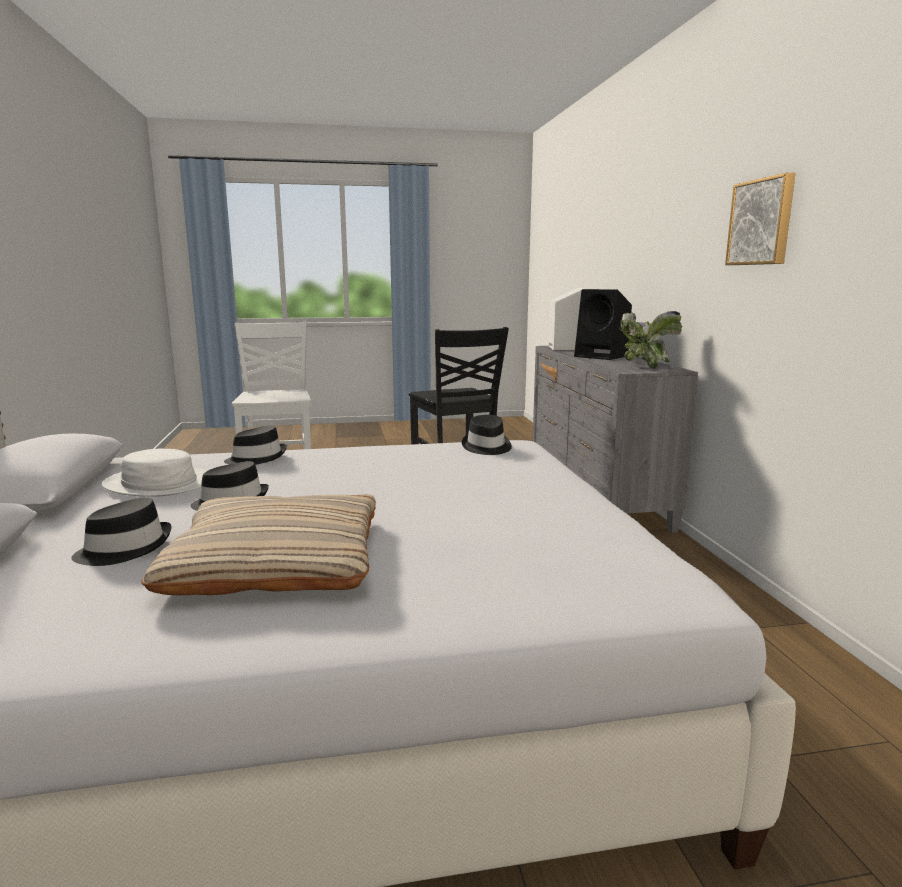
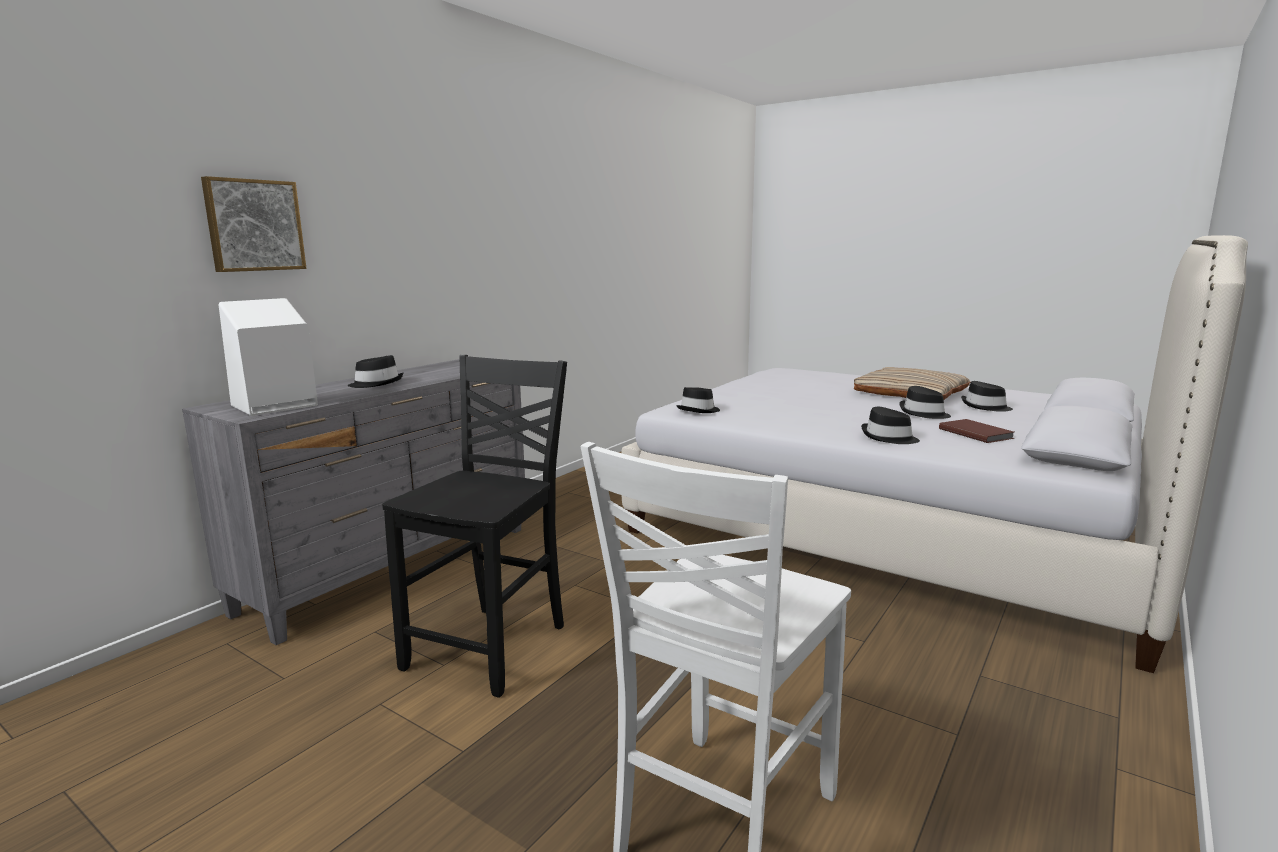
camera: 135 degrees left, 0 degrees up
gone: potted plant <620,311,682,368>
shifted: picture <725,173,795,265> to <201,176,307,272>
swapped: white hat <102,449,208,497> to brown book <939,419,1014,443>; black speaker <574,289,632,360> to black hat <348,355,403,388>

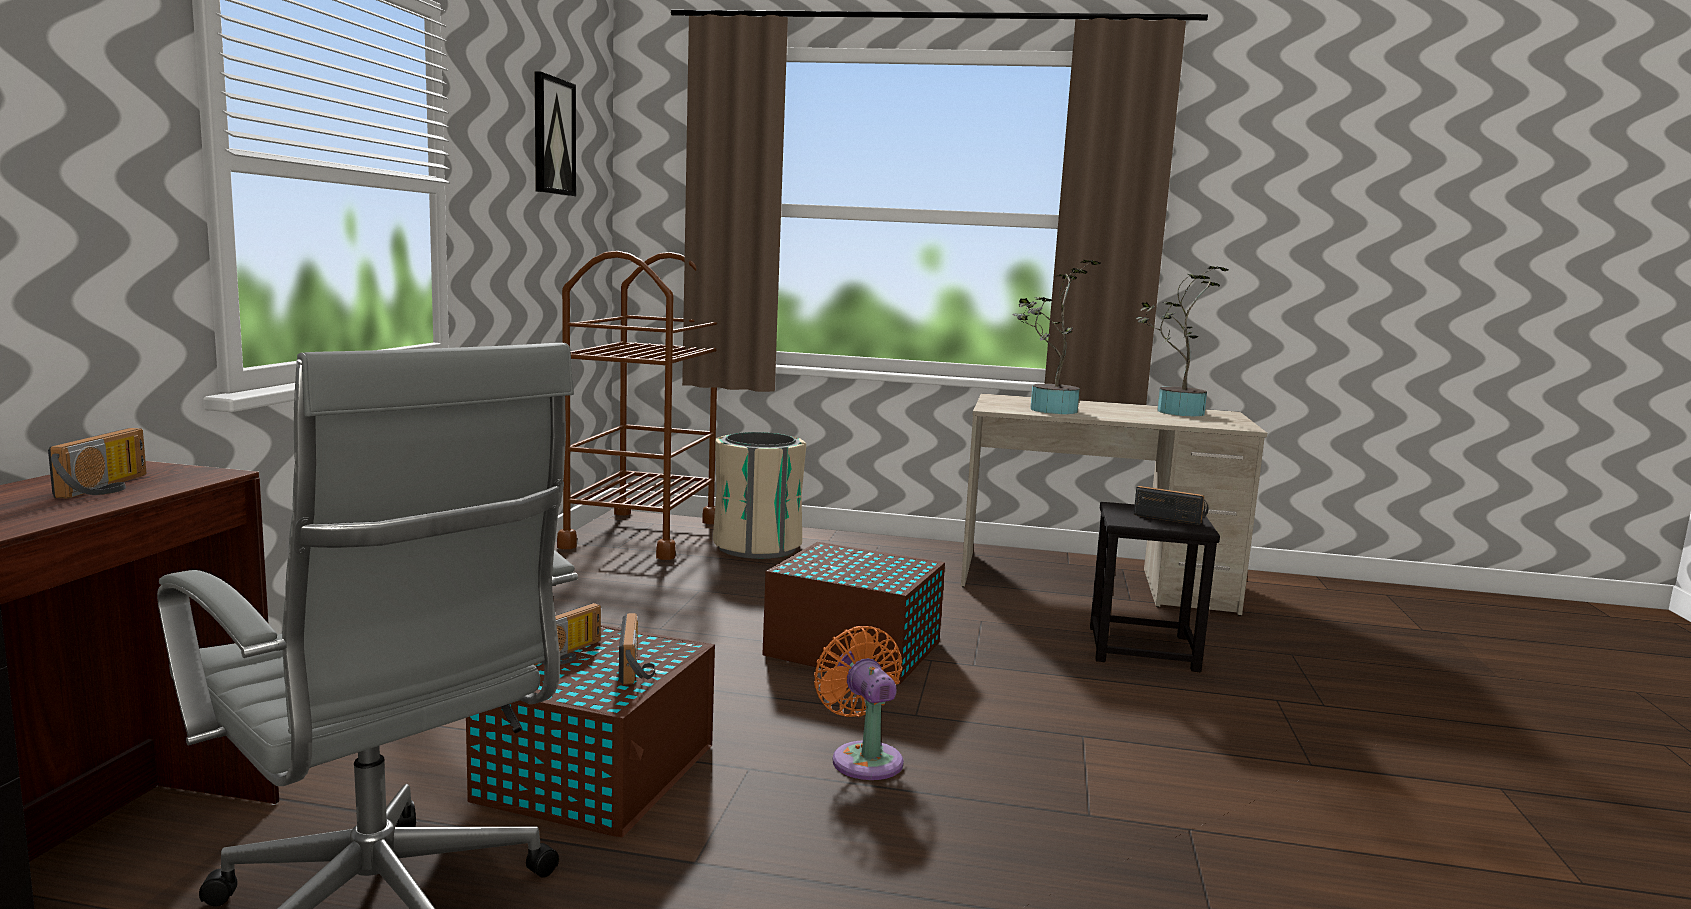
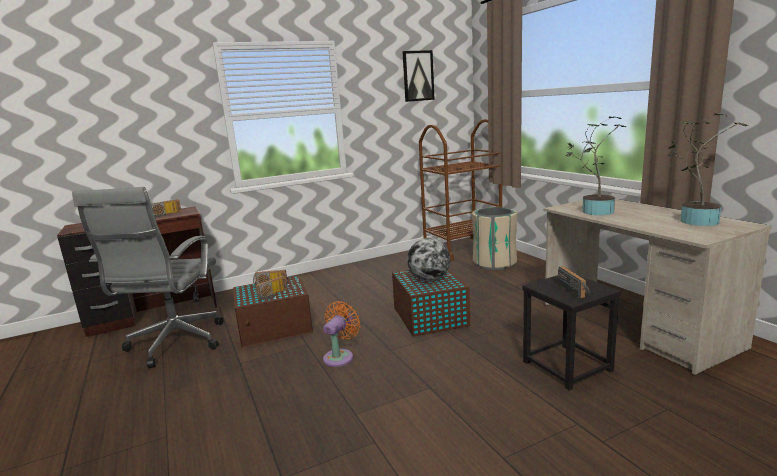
camera: 55 degrees right, 5 degrees up
new: globe <407,238,450,281>

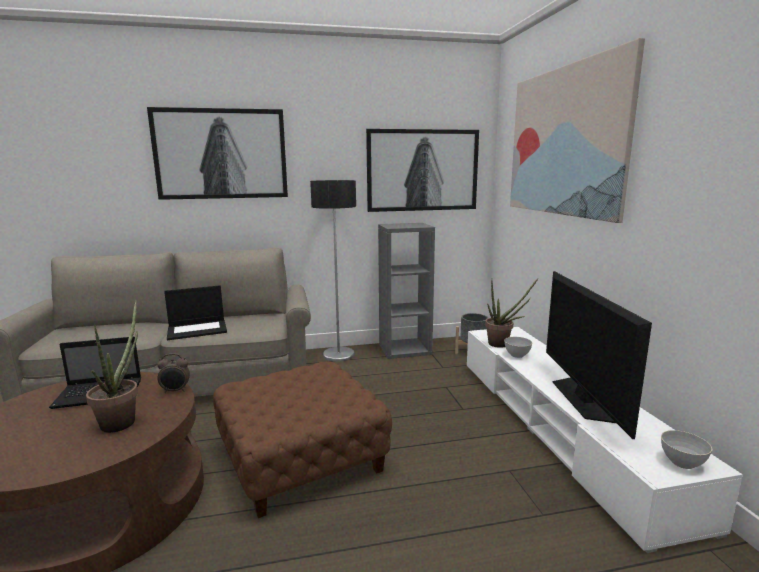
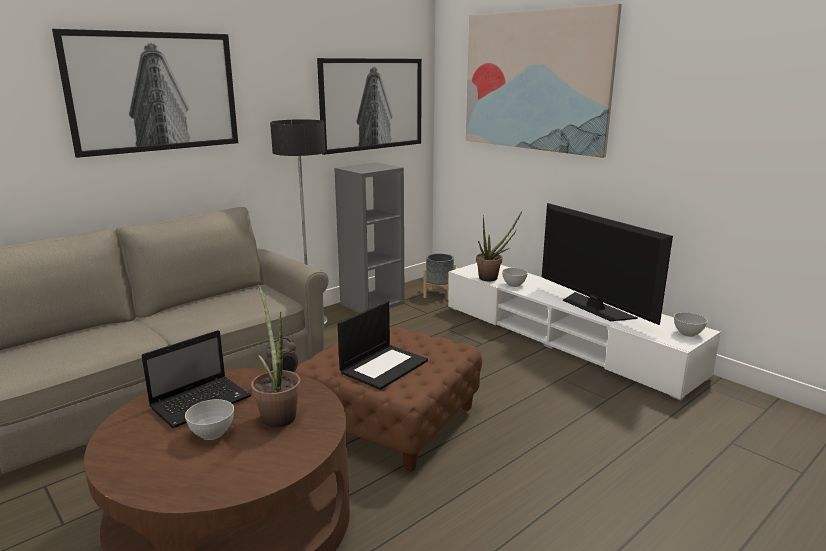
camera: 30 degrees left, 5 degrees up
new: grey bowl <185,399,234,440>
shifted: laptop <164,285,227,340> to <338,301,428,390>

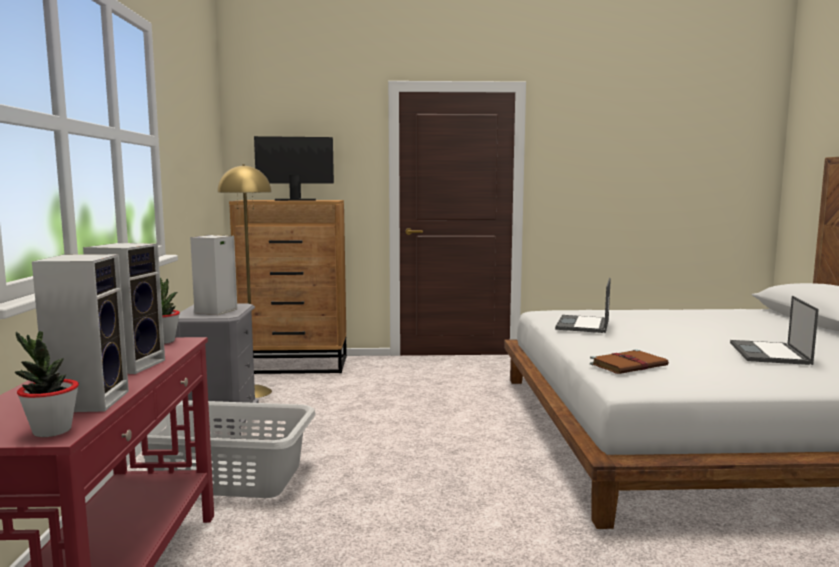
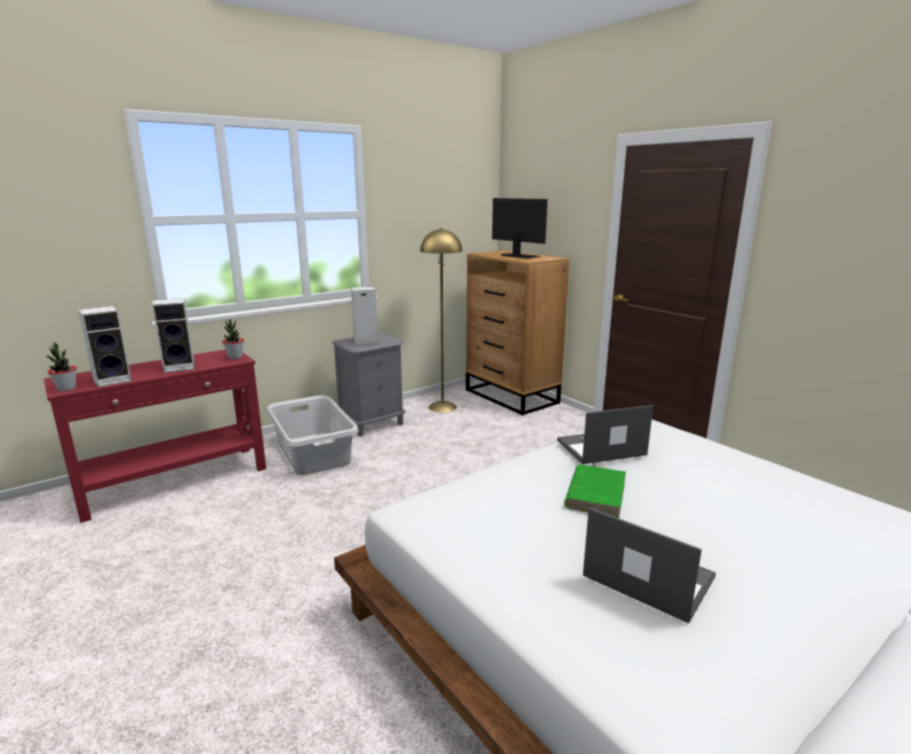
camera: 55 degrees right, 10 degrees up
gone: brown book <590,349,669,374>
new: green book <564,465,626,518>
rotated: laptop <730,296,819,365> = <583,508,716,623> 60 degrees clockwise

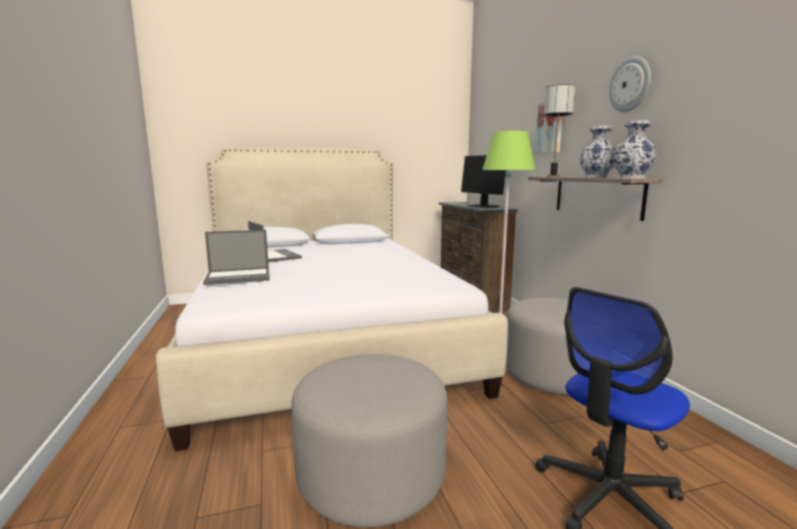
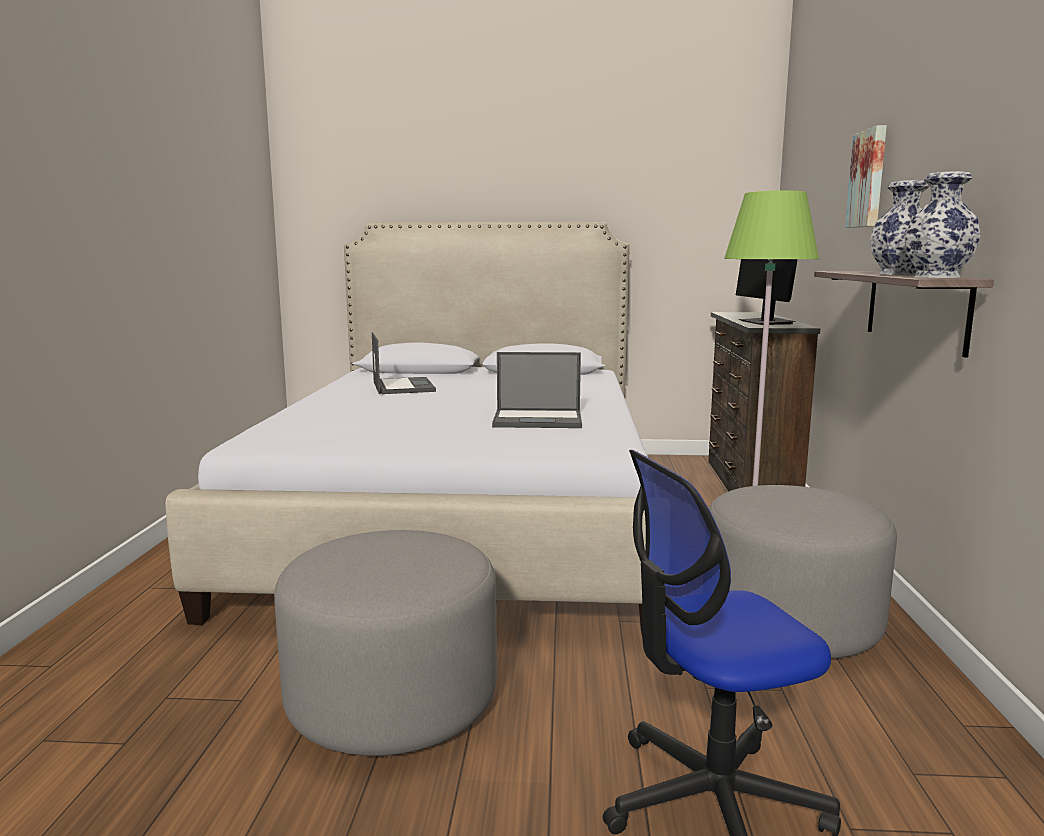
camera: 20 degrees right, 0 degrees up
gone: table lamp <544,84,575,177>; wall clock <609,56,651,112>
shifted: laptop <203,230,270,285> to <492,352,582,428>

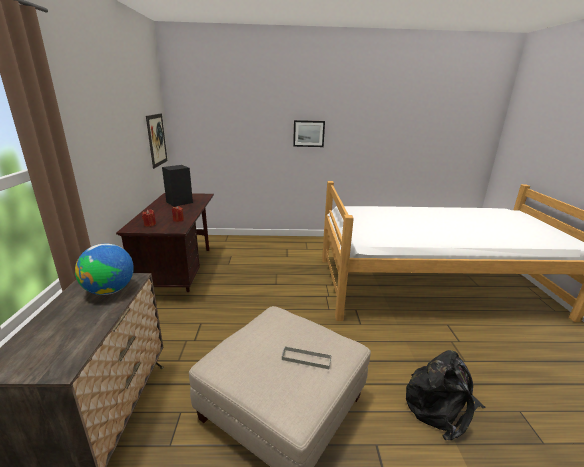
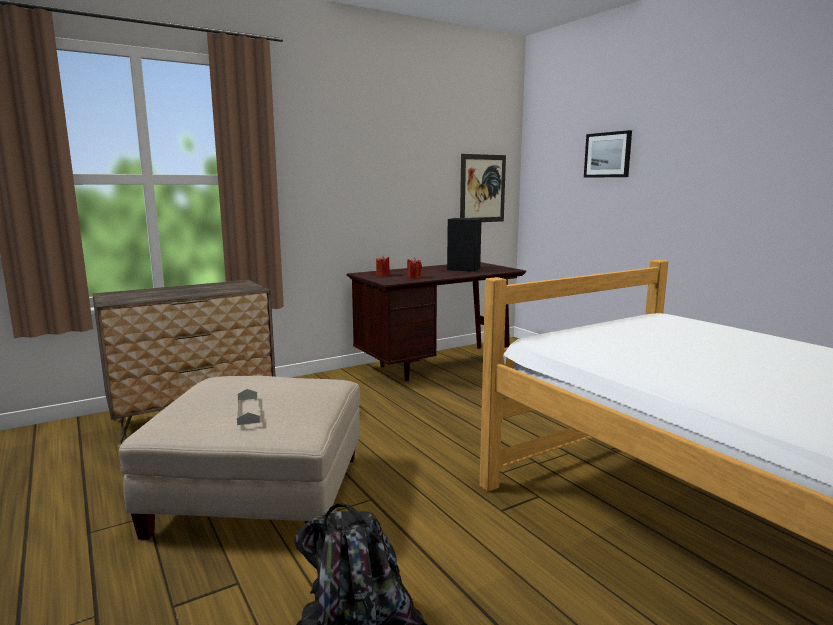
camera: 60 degrees right, 10 degrees down
gone: globe <75,244,134,295>
shifted: picture <293,120,325,147> to <584,130,632,178>

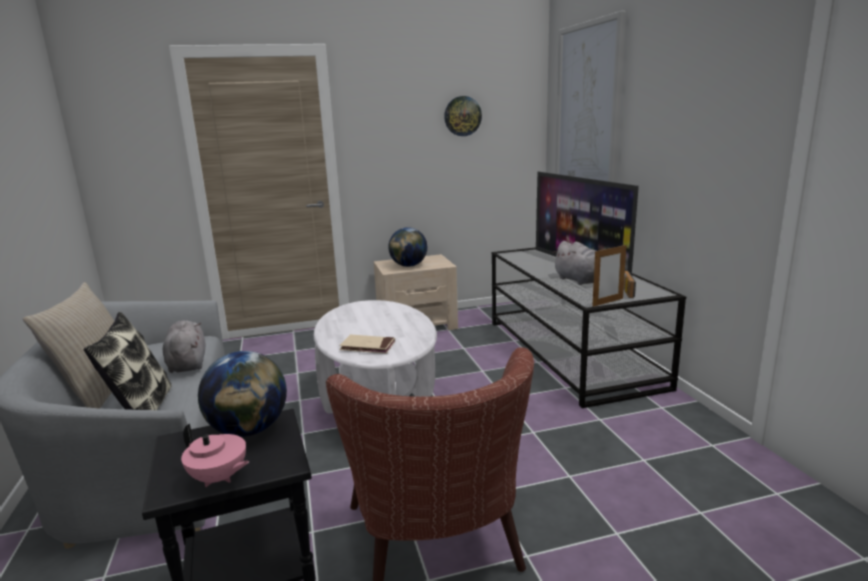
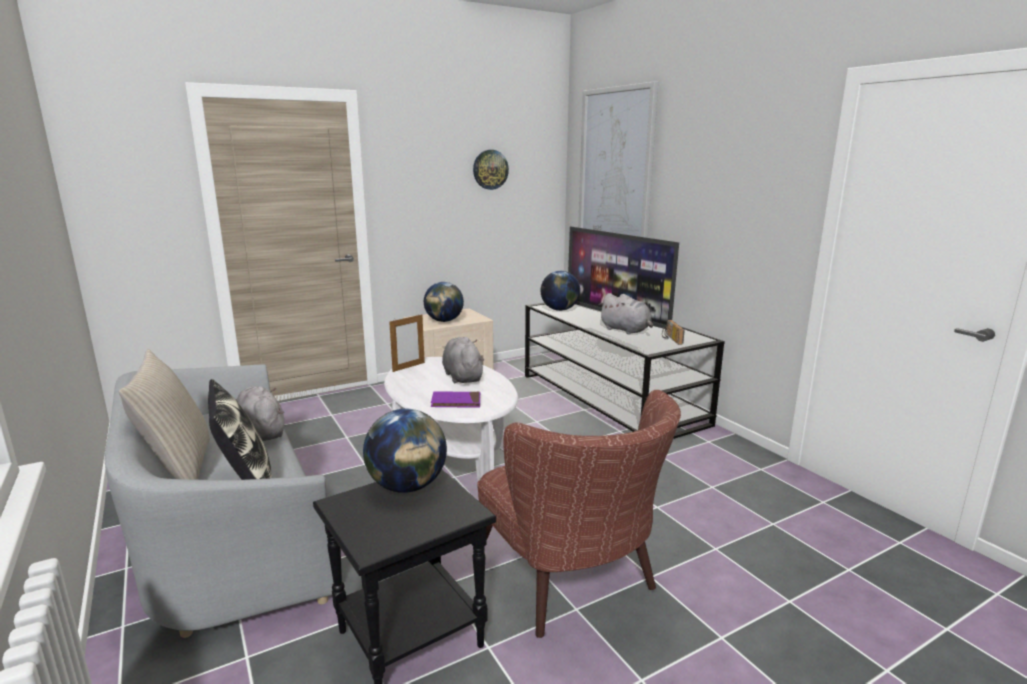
camera: 15 degrees left, 0 degrees up
gone: pink teapot <181,424,249,487>
new: grey plush toy <442,337,484,383>; globe <541,271,580,311>
shifted: picture frame <592,245,626,307> to <389,314,425,372>
repainted: beige book <339,334,395,354> to purple book <431,391,480,408>

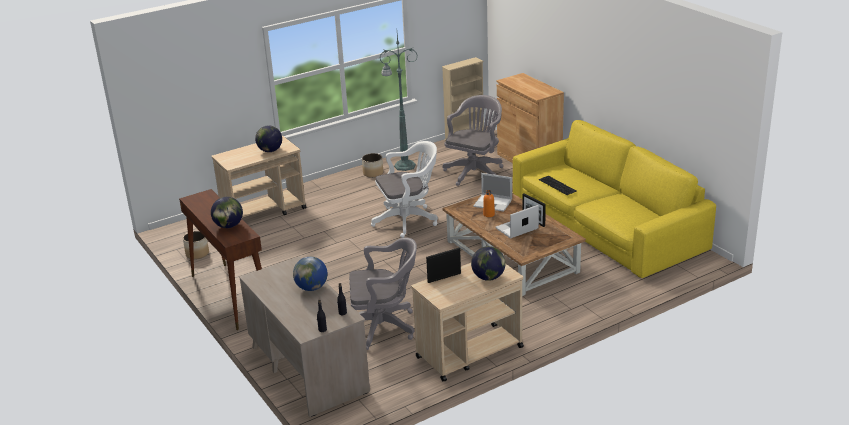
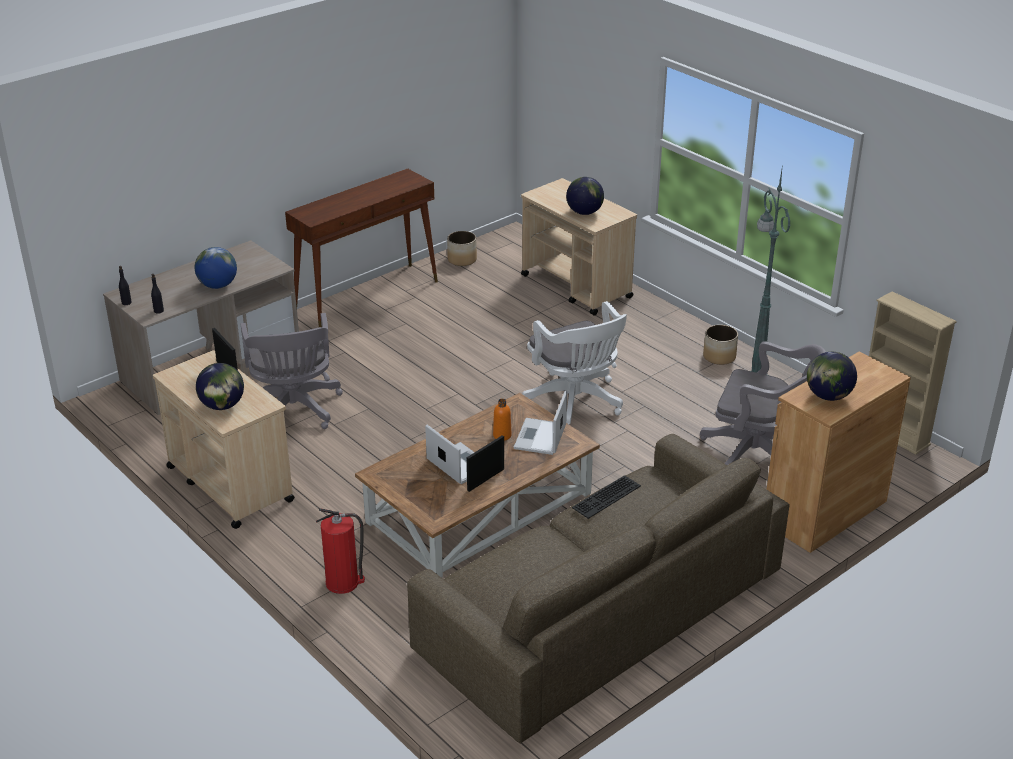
camera: 80 degrees right, 5 degrees up
new: fire extinguisher <316,508,365,594>
shifted: globe <211,197,243,228> to <807,352,857,401>
repainted: yellow sofa <513,120,716,278> to brown sofa <407,434,789,743>

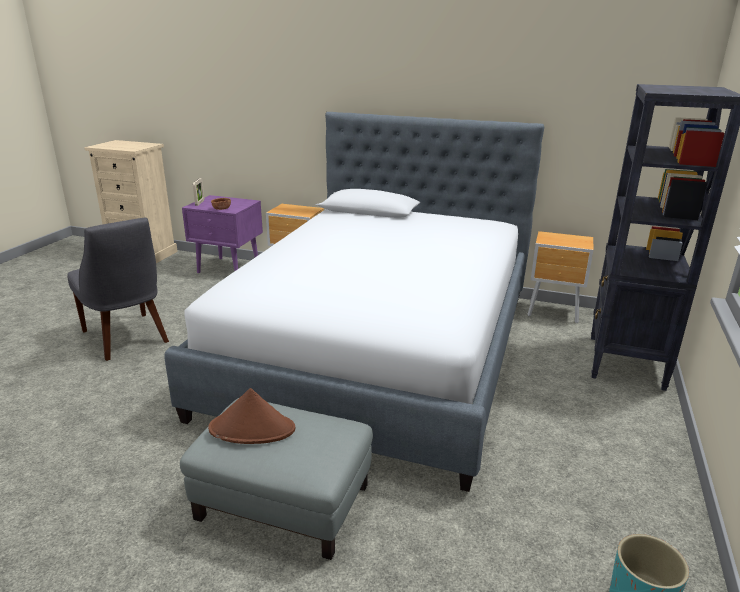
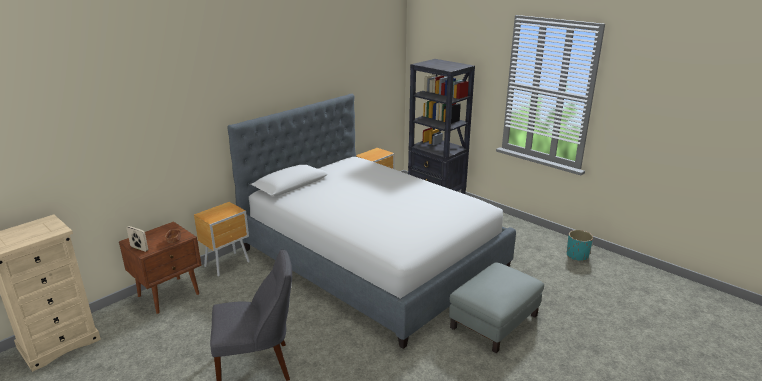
camera: 65 degrees left, 0 degrees up
gone: brown hat <208,388,295,444>
repainted: purple nightstand <182,195,263,273> to brown nightstand <119,221,202,314>

